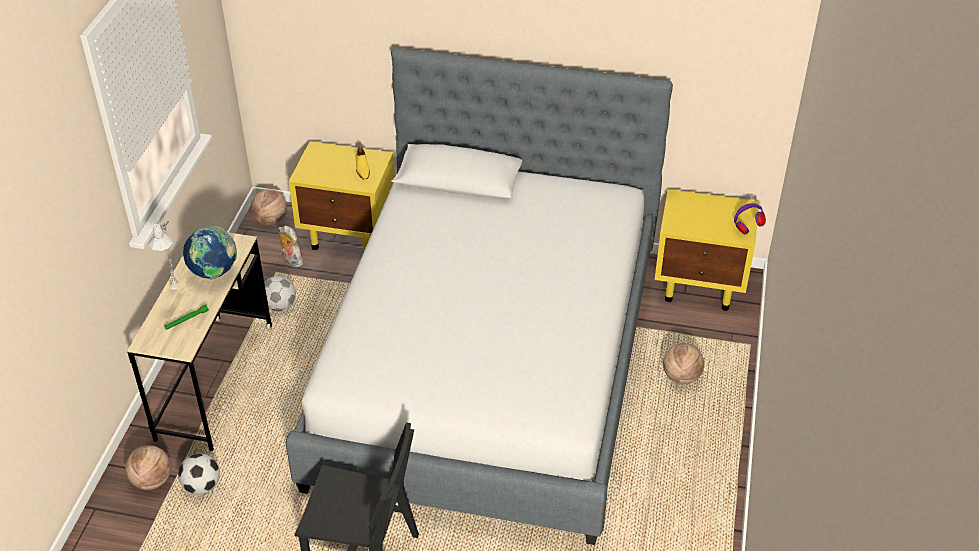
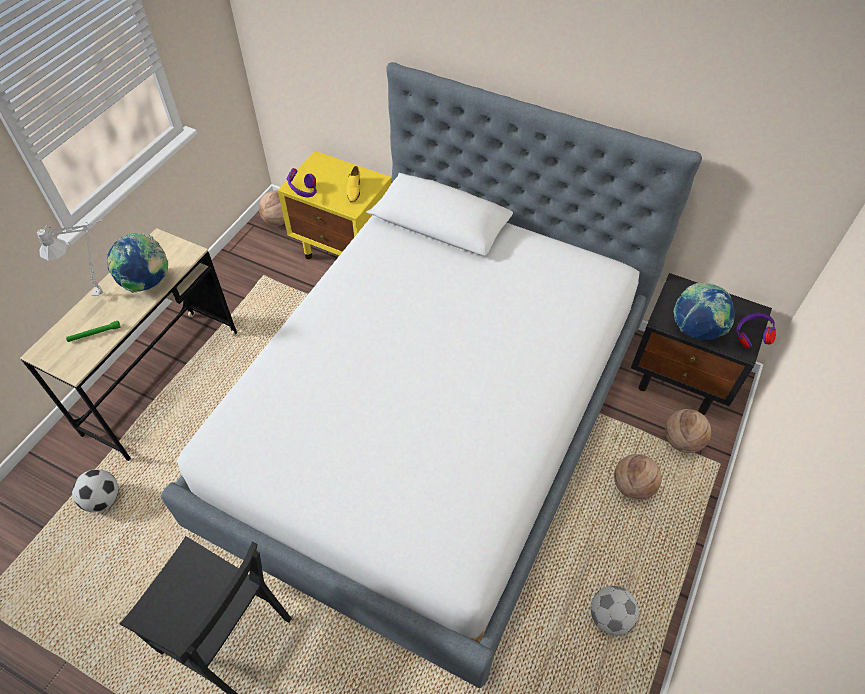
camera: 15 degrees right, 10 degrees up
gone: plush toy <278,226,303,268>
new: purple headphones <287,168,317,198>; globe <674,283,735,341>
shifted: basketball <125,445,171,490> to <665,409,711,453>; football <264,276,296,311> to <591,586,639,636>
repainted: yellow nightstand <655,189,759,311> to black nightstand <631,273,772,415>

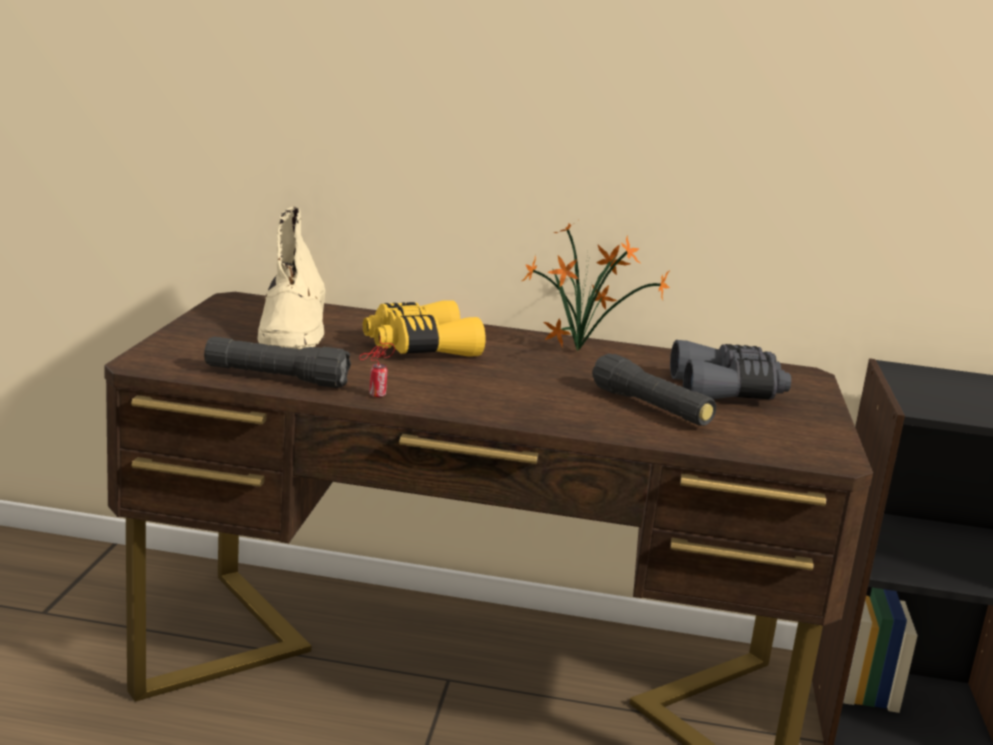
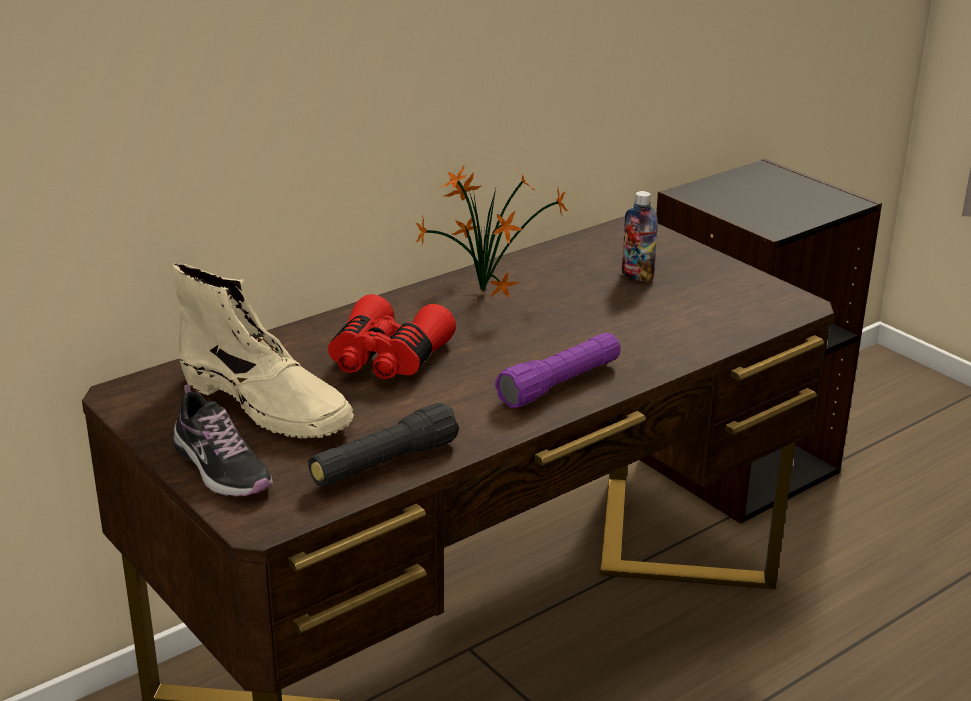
camera: 45 degrees left, 10 degrees up
gone: can <359,336,395,397>; black flashlight <592,354,716,426>
new: shoe <173,384,273,496>; purple flashlight <495,333,621,408>
swapped: grey binoculars <670,340,791,399> to bottle <622,191,658,282>
repainted: yellow binoculars <363,300,486,357> to red binoculars <328,294,456,379>

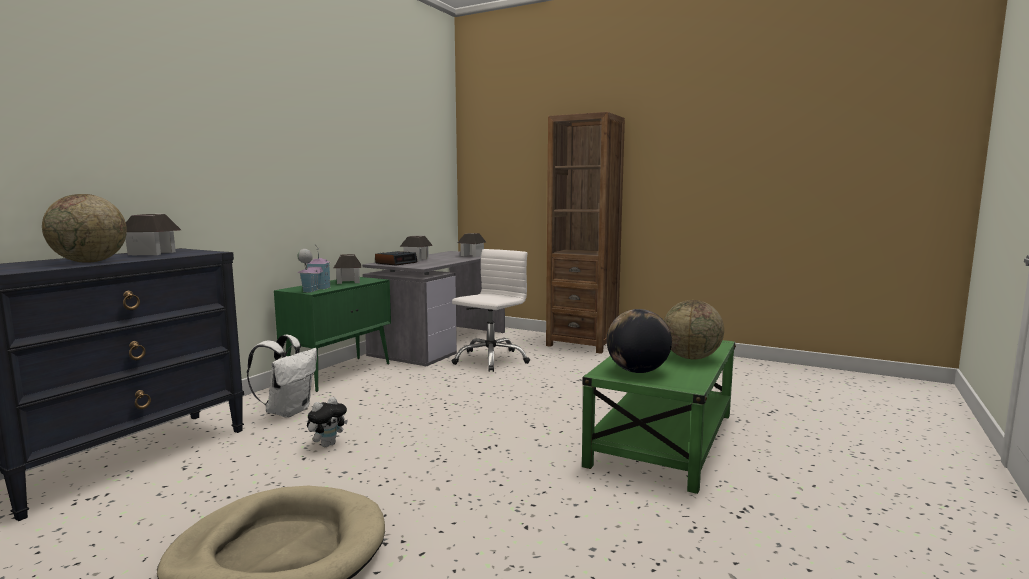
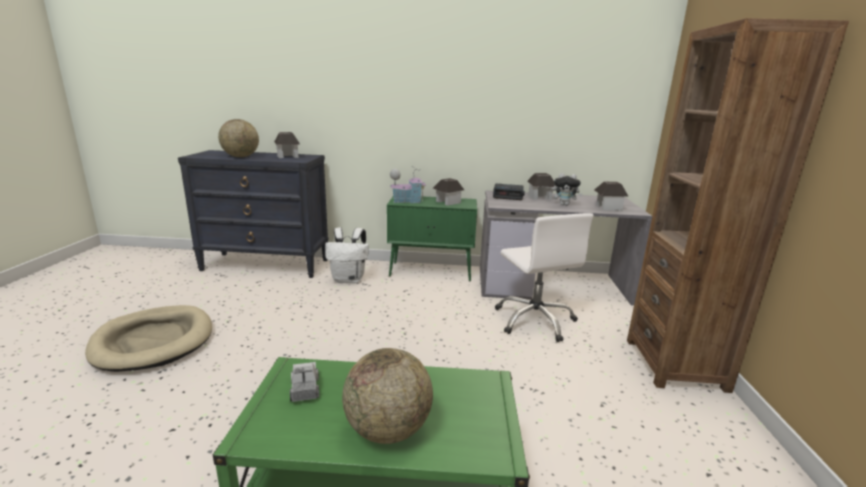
camera: 65 degrees right, 10 degrees up
shifted: plush toy <307,397,348,447> to <553,173,583,206>
swapped: globe <607,309,672,373> to toy truck <290,362,319,402>
rotated: white office chair <452,249,530,372> = <495,213,594,342> 60 degrees clockwise

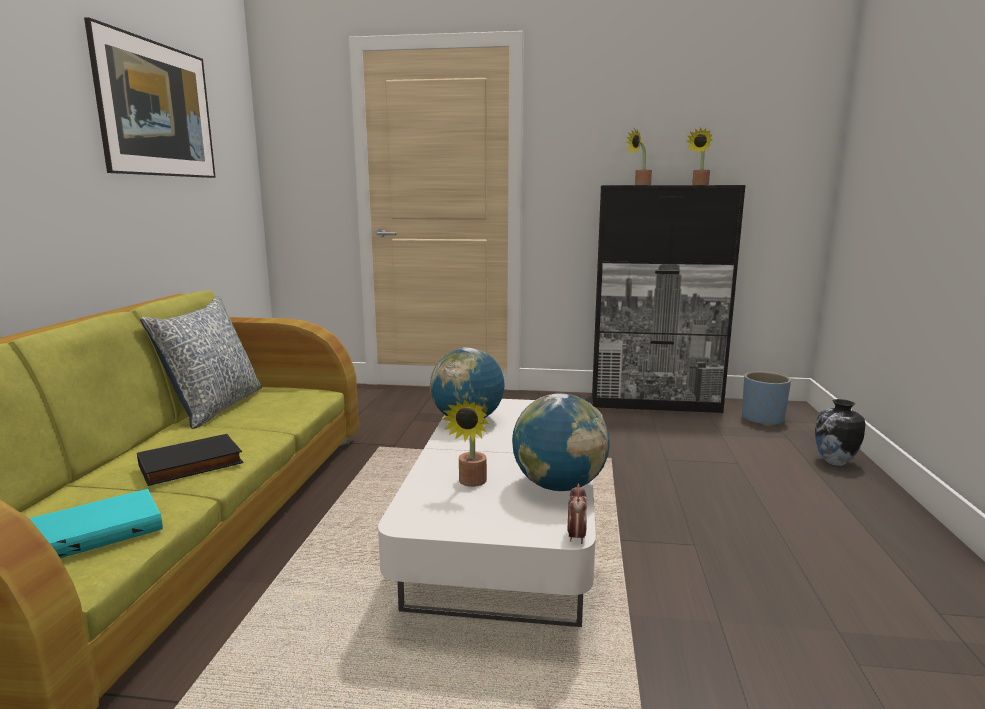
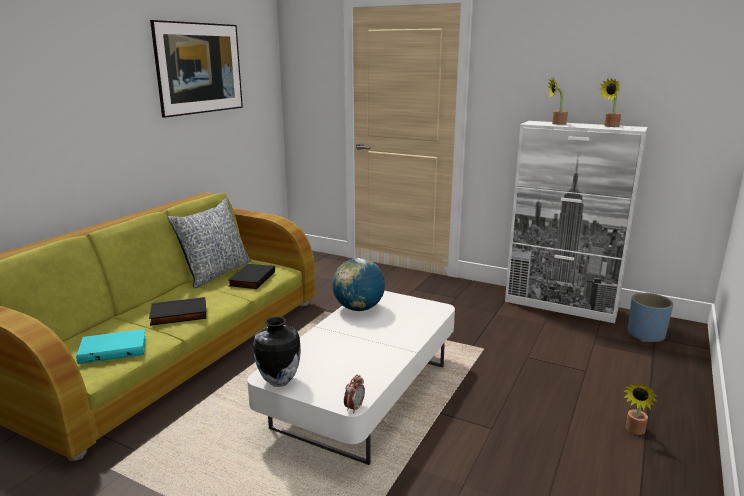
camera: 20 degrees right, 5 degrees up
gone: globe <512,393,610,491>
new: black book <228,264,275,289>
shifted: potted plant <441,399,489,487> to <623,384,657,435>; vase <815,399,866,466> to <253,316,301,387>
repainted: black cabinet <592,185,746,413> to white cabinet <505,121,648,323>

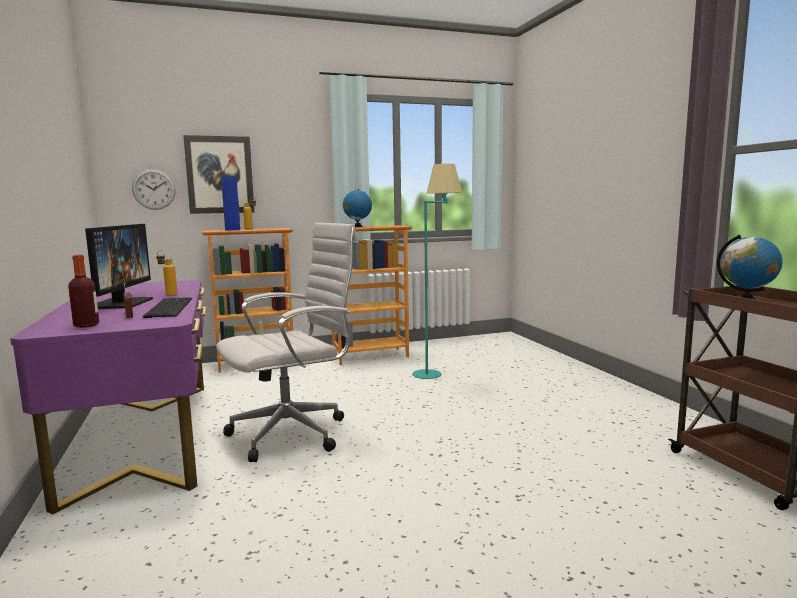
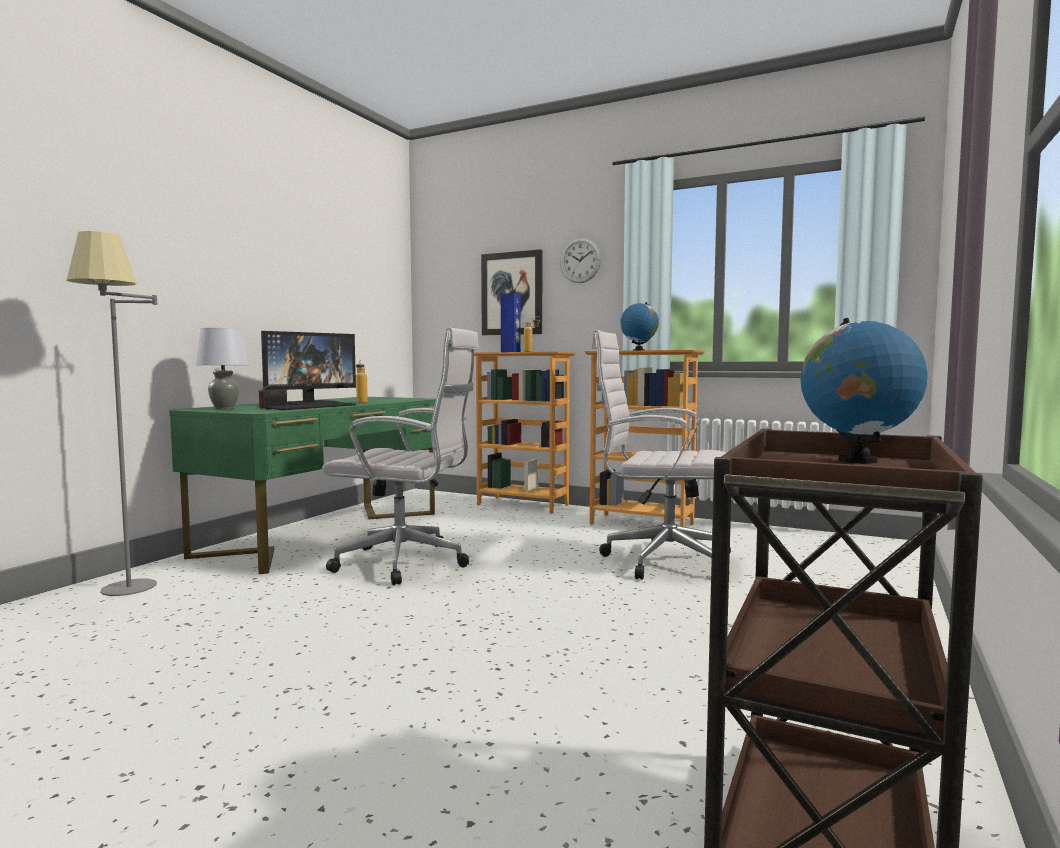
camera: 45 degrees right, 5 degrees down
new: grey floor lamp <66,231,157,596>
shifted: wall clock <132,169,176,210> to <560,238,601,283>
swapped: bottle <68,255,99,328> to grey table lamp <196,328,249,409>; turquoise floor lamp <412,164,462,379> to white office chair <591,330,731,580>
repainted: purple desk <10,280,206,514> to green desk <169,397,436,574>

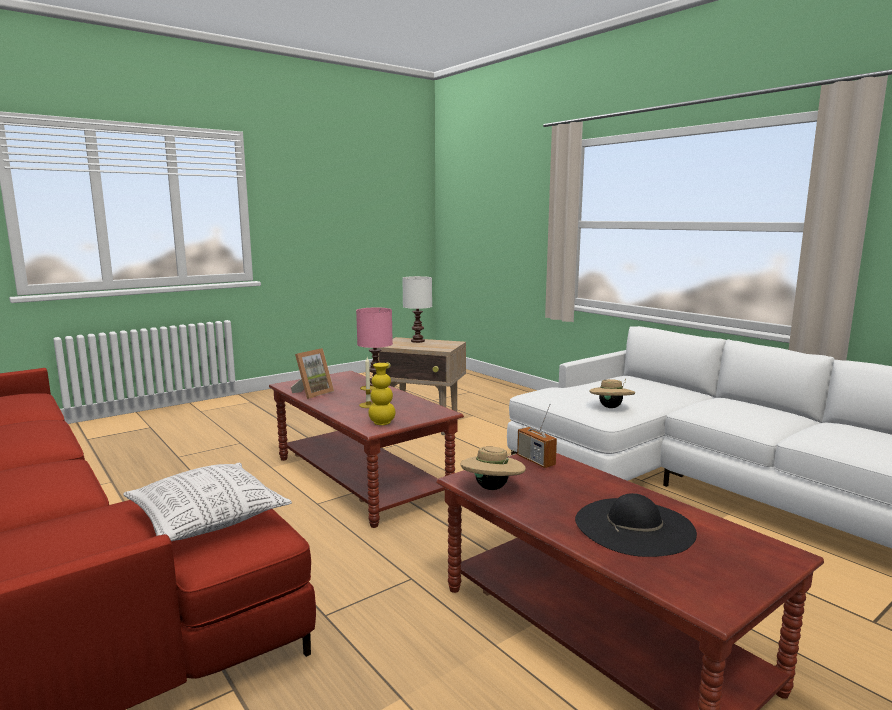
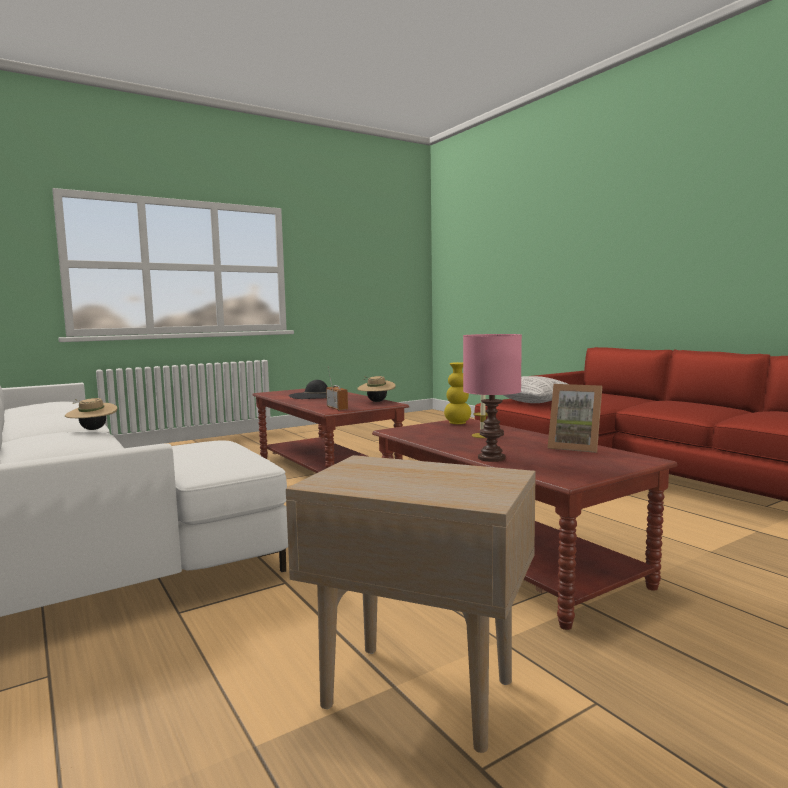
camera: 175 degrees left, 5 degrees down
gone: white table lamp <402,276,432,343>
shifted: beige hat <589,379,635,408> to <65,398,117,430>
rotated: picture frame <291,348,334,399> = <548,384,602,453> 105 degrees counterclockwise

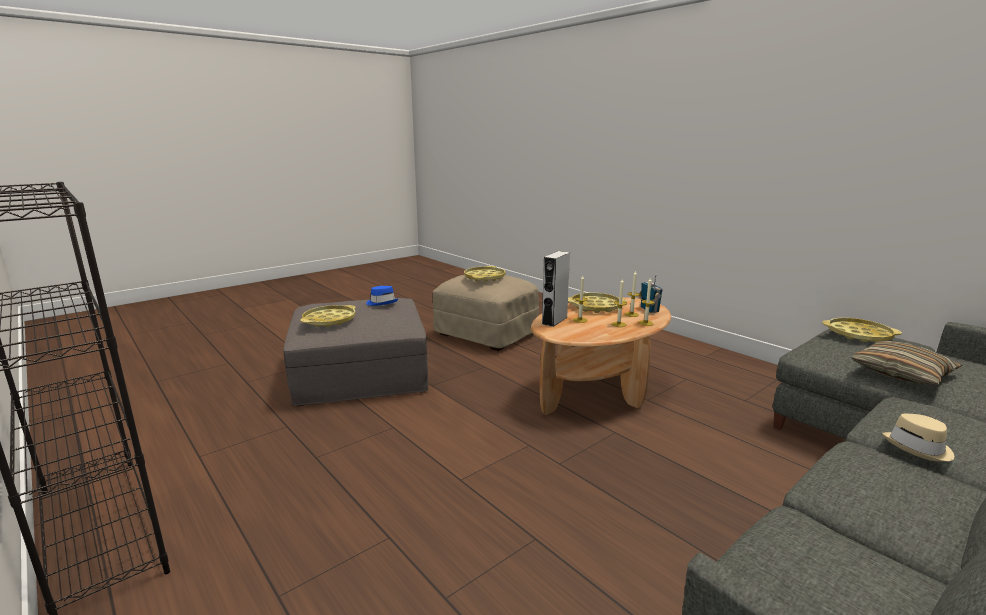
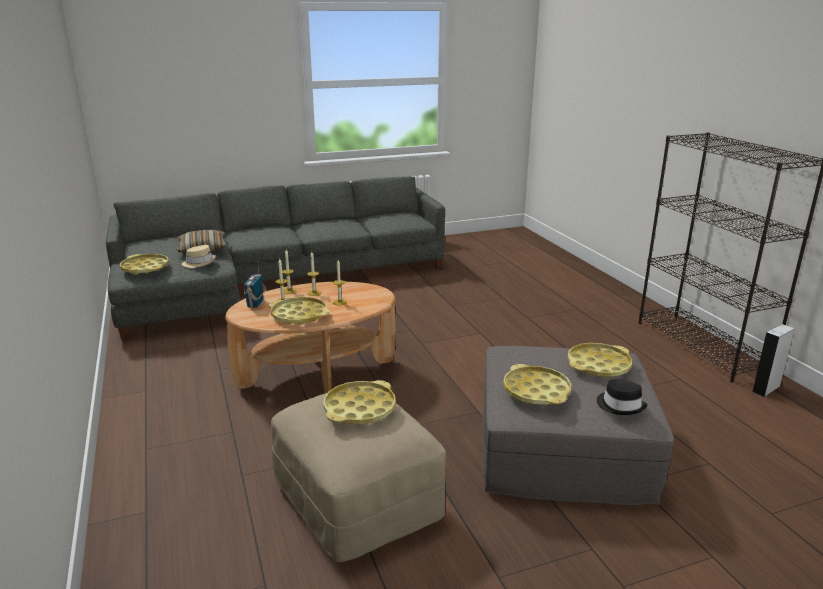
camera: 160 degrees left, 5 degrees up
new: black hat <597,379,647,415>
shifted: grey speaker <542,251,570,327> to <752,324,795,397>; beige hat <882,414,954,462> to <182,245,216,268>
swapped: blue hat <366,286,398,306> to yellow tray <503,364,571,405>

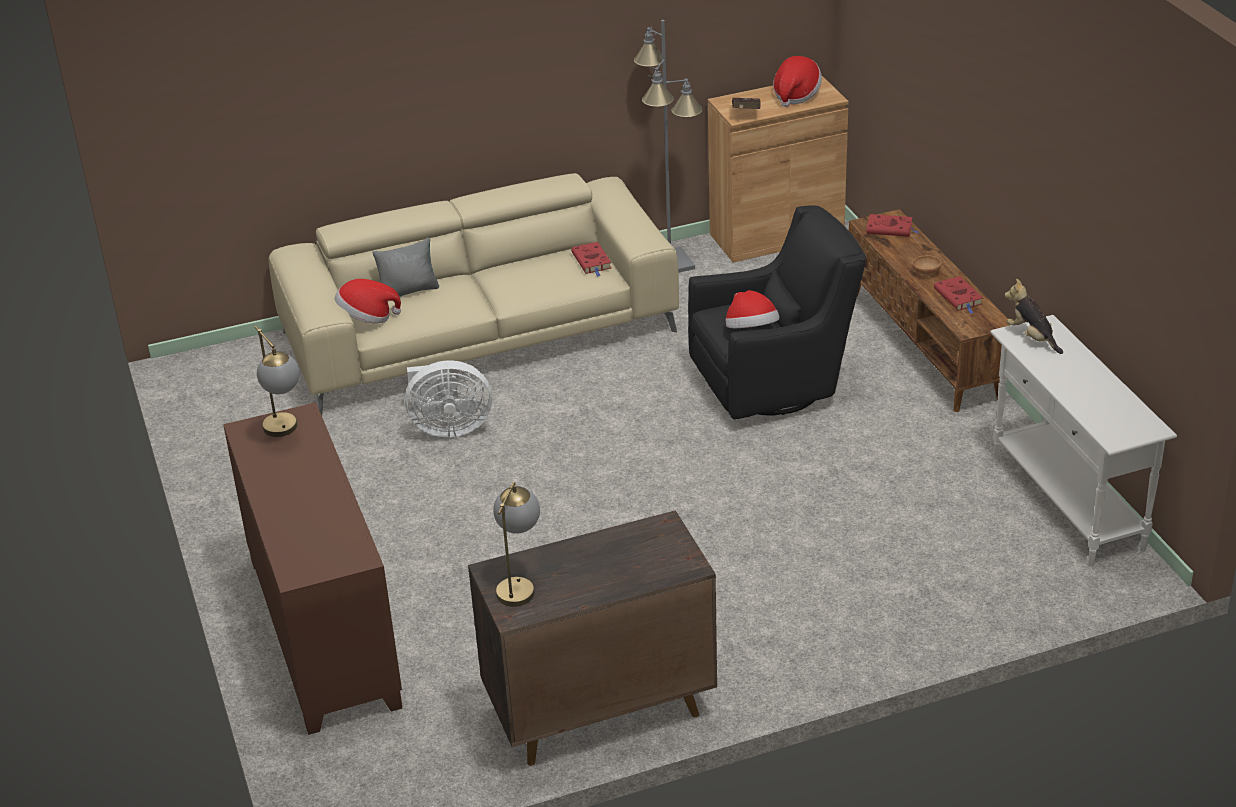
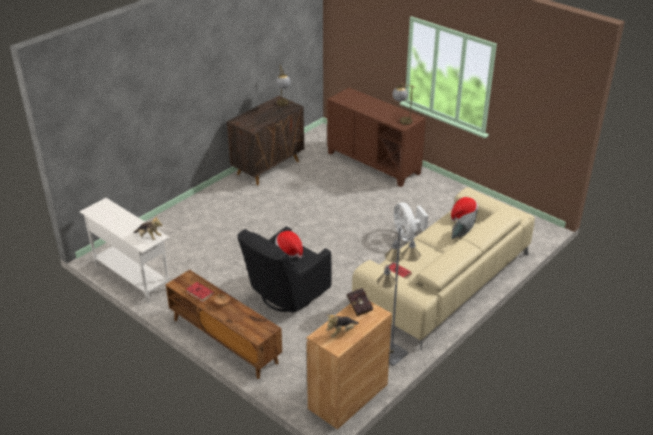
camera: 150 degrees right, 0 degrees up
gone: red book <867,214,920,237>
swapped: hat <773,56,822,107> to plush toy <326,315,359,337>
rotated: white fan <405,360,492,438> = <394,202,428,241> 75 degrees counterclockwise

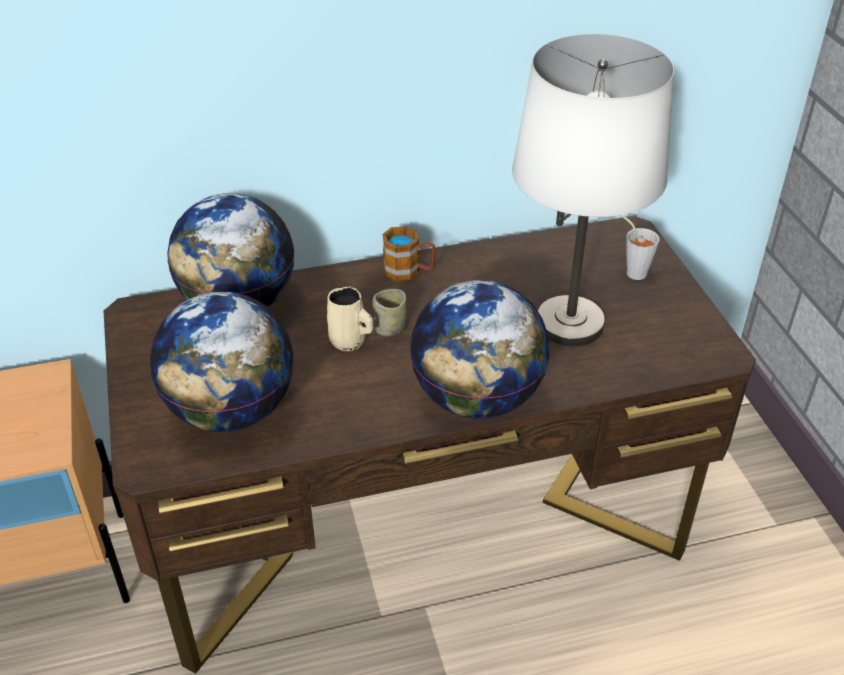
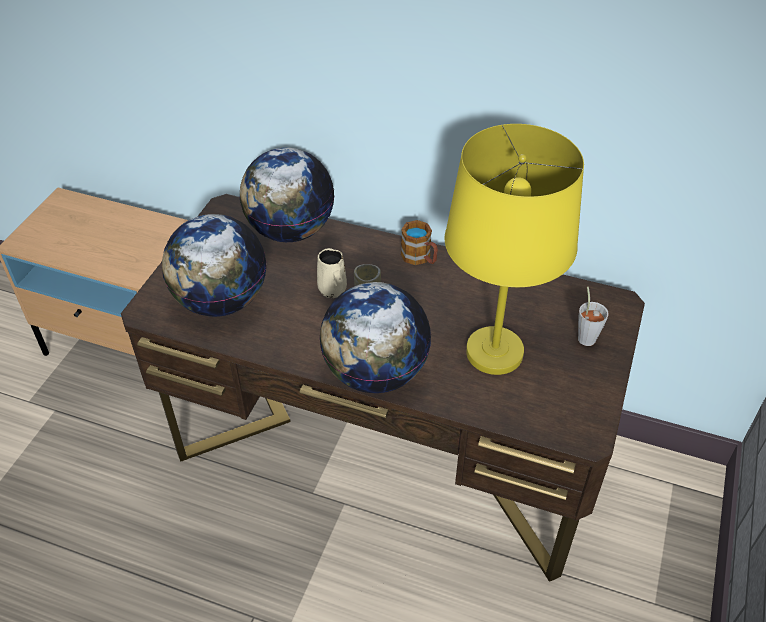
camera: 35 degrees right, 5 degrees up
repainted: white table lamp <512,34,674,346> to yellow table lamp <445,124,584,375>

